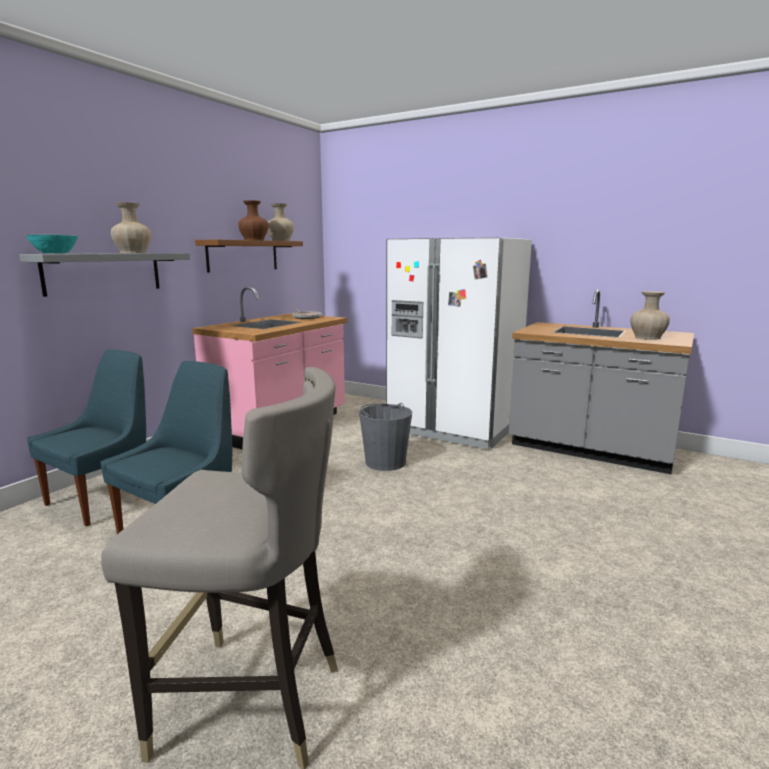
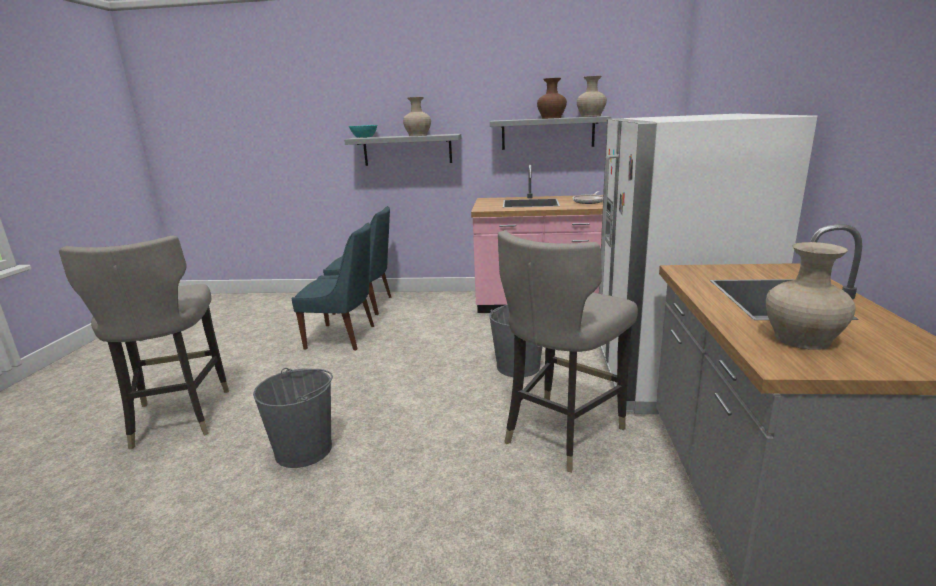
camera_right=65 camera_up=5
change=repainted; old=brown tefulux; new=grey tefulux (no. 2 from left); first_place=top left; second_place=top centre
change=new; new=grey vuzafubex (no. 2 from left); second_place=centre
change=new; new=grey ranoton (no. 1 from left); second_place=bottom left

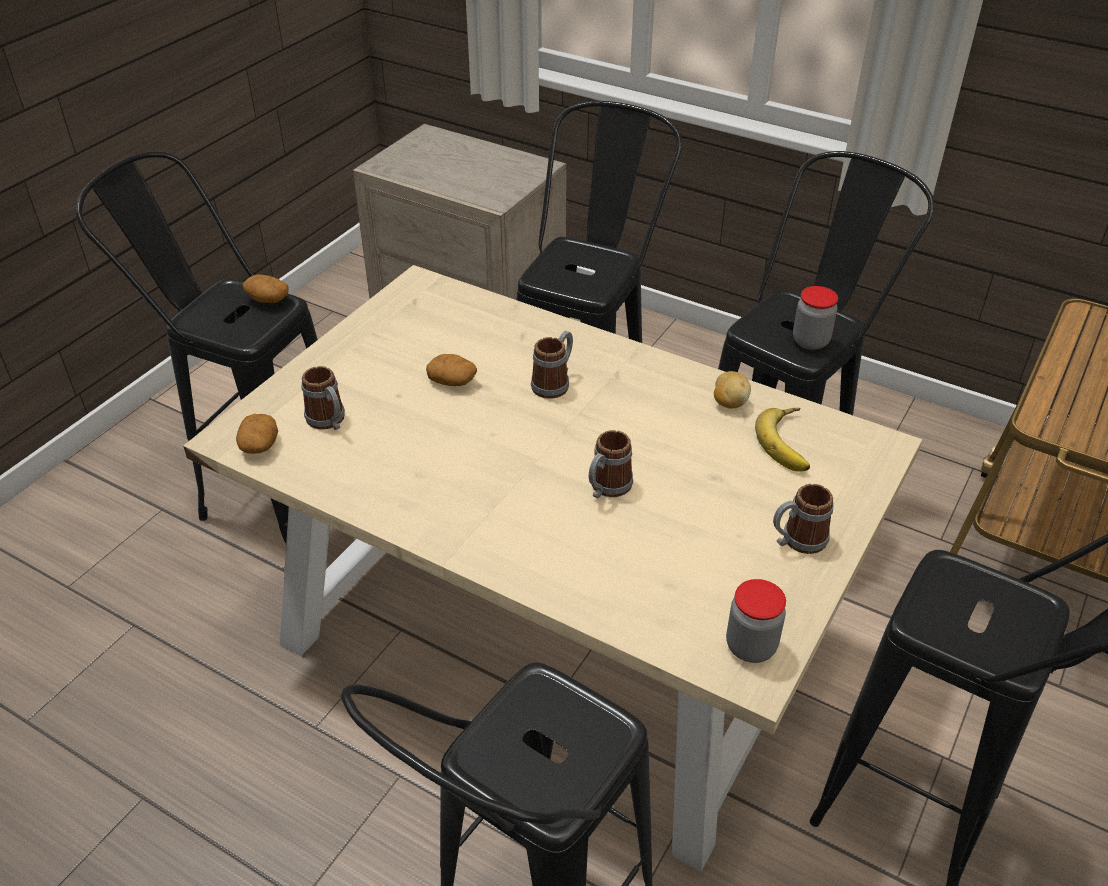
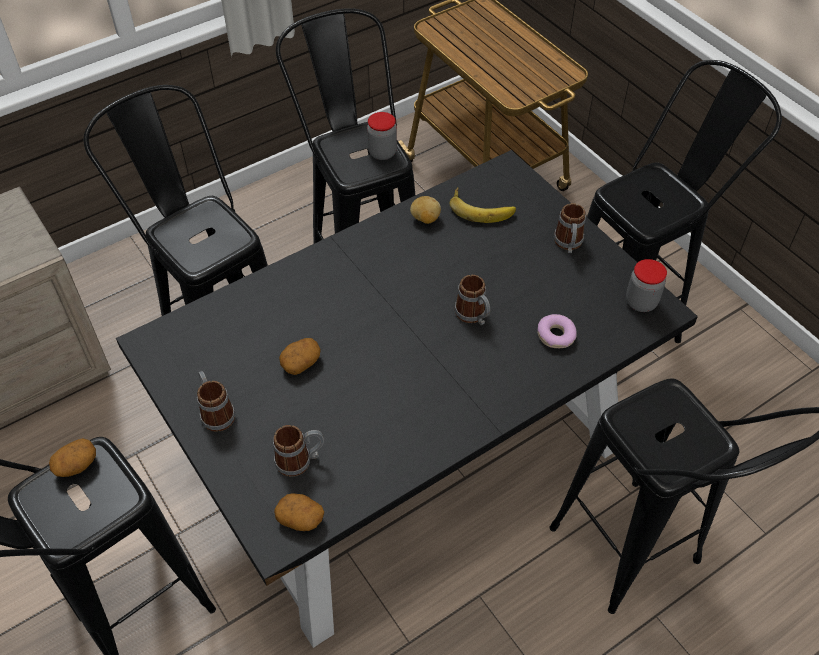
camera_right=-65 camera_up=10
change=repainted; old=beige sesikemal; new=black sesikemal; first_place=centre; second_place=centre
change=shifted; old=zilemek (no. 2 from left in the first image); new=zilemek (no. 1 from left); first_place=centre; second_place=middle left
change=new; new=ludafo; second_place=middle right

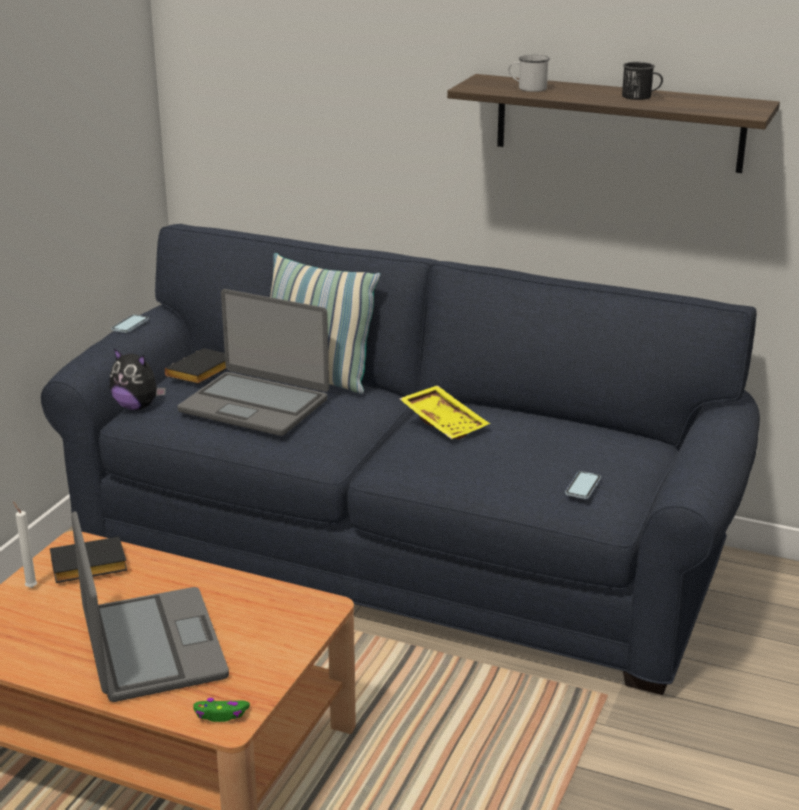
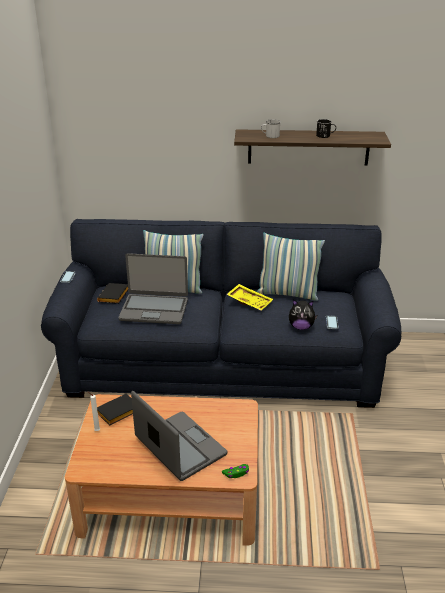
camera_right=-20 camera_up=5
change=shifted; old=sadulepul; first_place=middle left; second_place=middle right
change=new; new=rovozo (no. 2 from left); second_place=centre

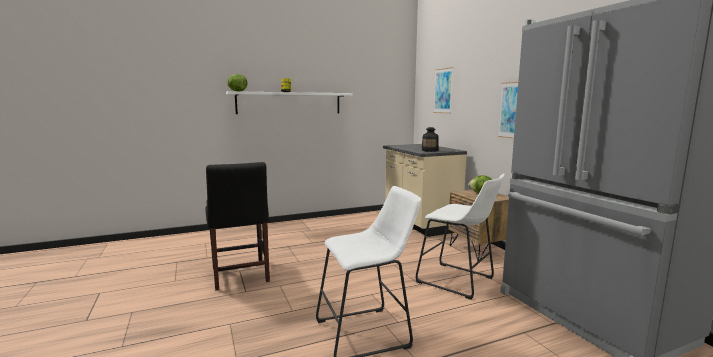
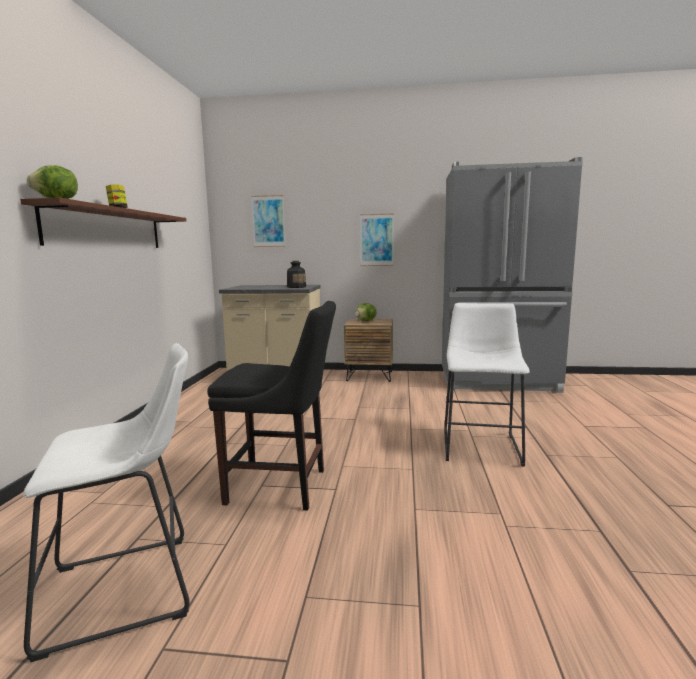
camera_right=-60 camera_up=0
change=repainted; old=white tefulux; new=brown tefulux; first_place=top centre; second_place=top left
change=shifted; old=white vuzafubex (no. 2 from left in the first image); new=white vuzafubex (no. 1 from left); first_place=centre; second_place=bottom left

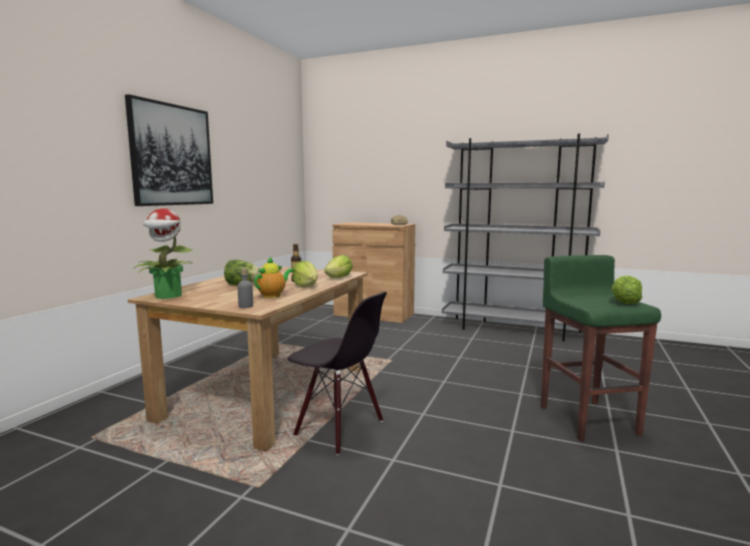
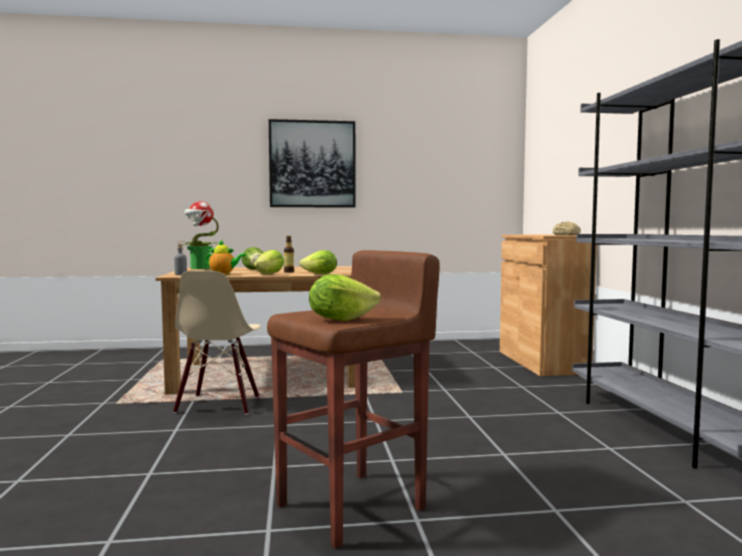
camera_right=60 camera_up=-5
change=repainted; old=green vuzafubex; new=brown vuzafubex; first_place=middle right; second_place=bottom centre
change=repainted; old=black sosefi; new=beige sosefi; first_place=bottom centre; second_place=middle left

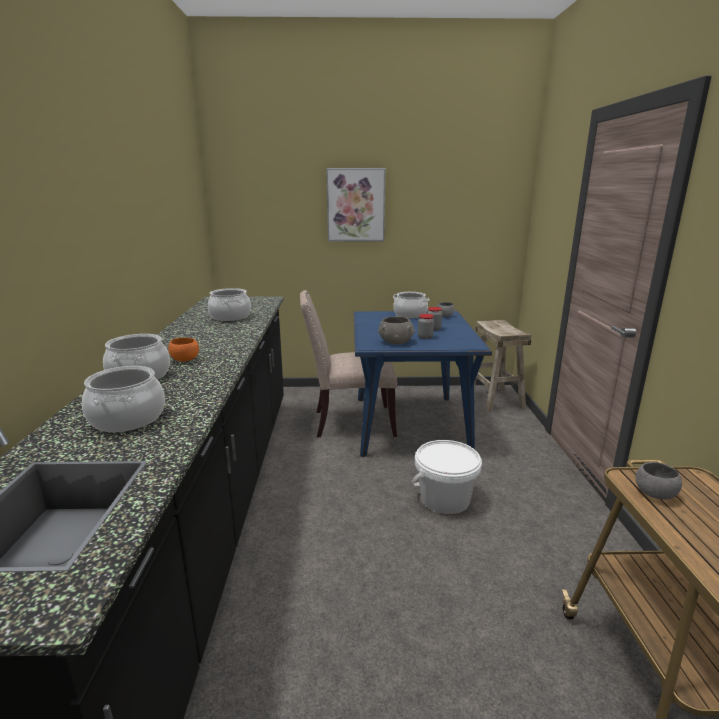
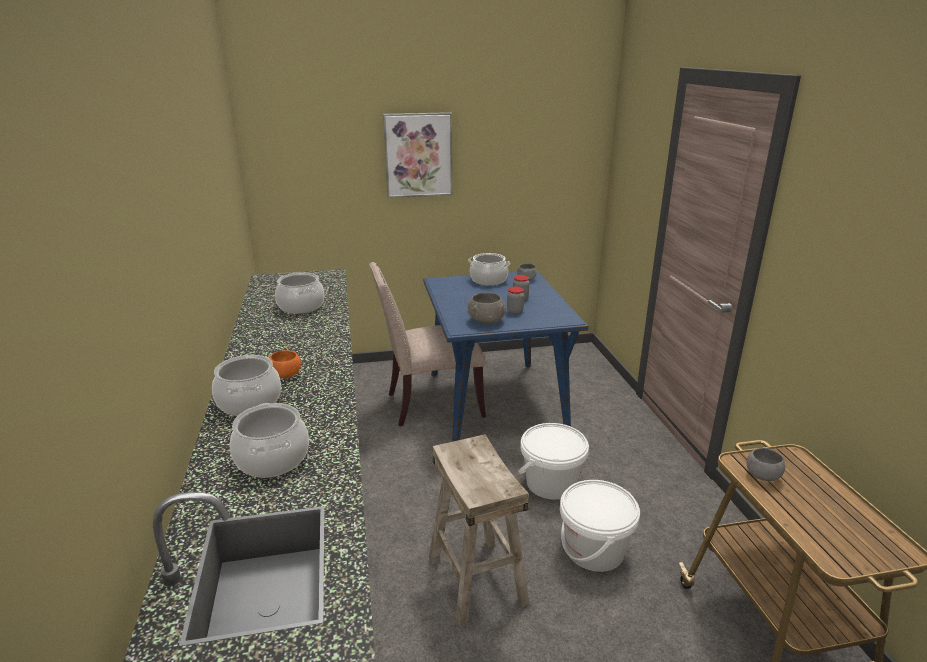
camera_right=-10 camera_up=5
change=shifted; old=beige vuzafubex; first_place=middle right; second_place=bottom centre
change=new; new=white ranoton (no. 2 from left); second_place=bottom centre

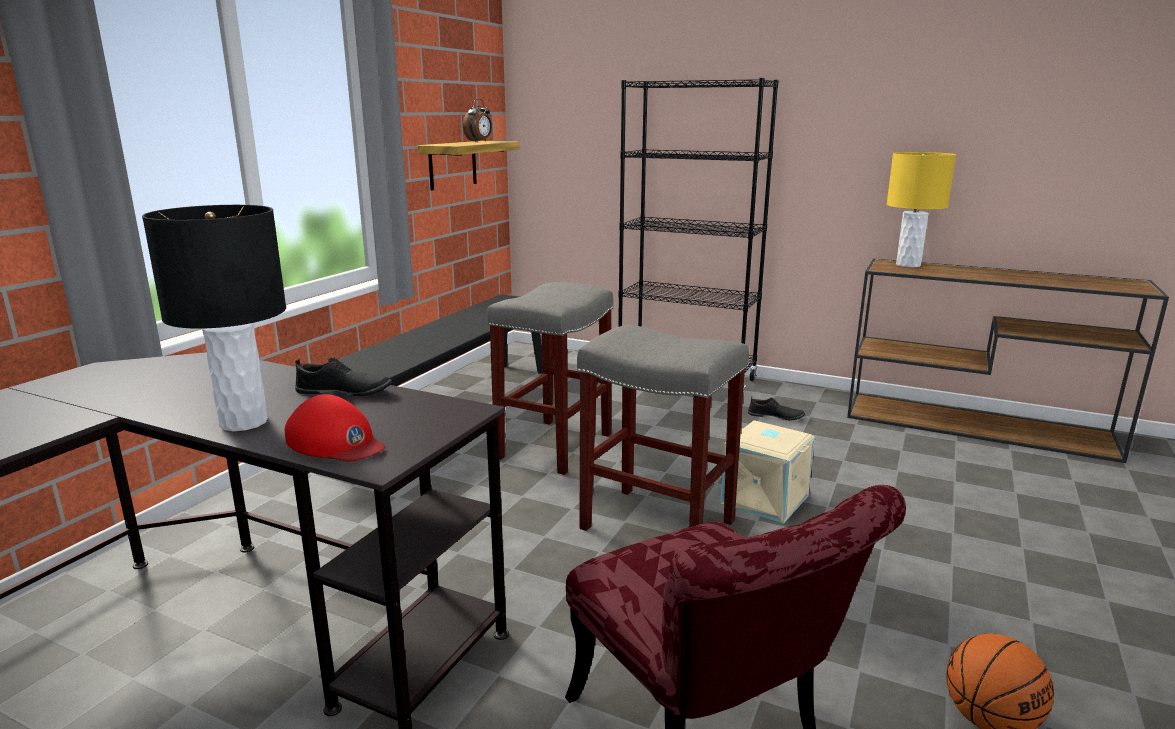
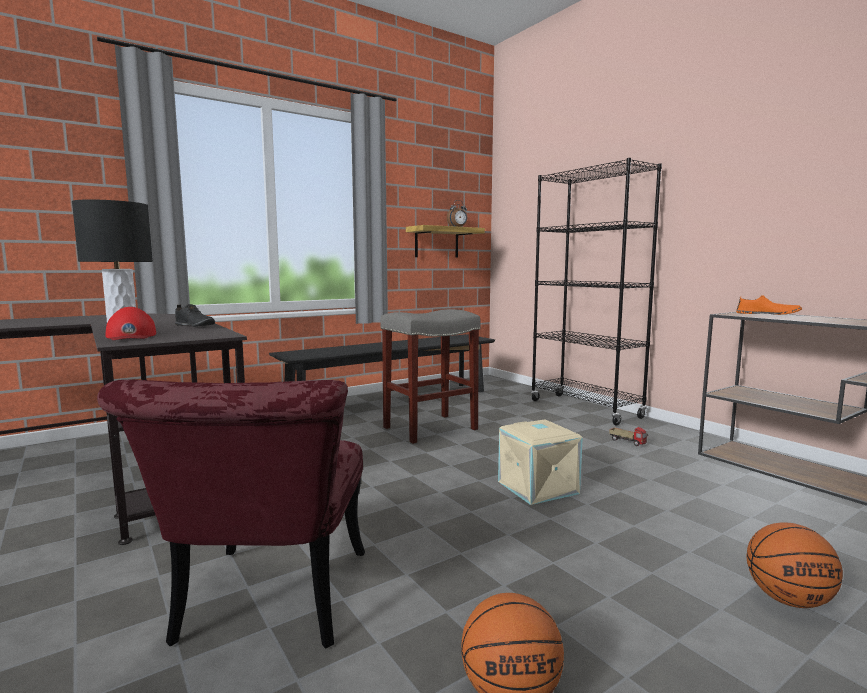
camera_right=30 camera_up=-10
change=swapped; old=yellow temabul; new=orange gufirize; first_place=top right; second_place=middle right
change=gone; old=grey vuzafubex (no. 2 from left); first_place=centre
change=swapped; old=black gufirize (no. 2 from left); new=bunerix; first_place=centre; second_place=middle right
change=new; new=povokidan (no. 2 from left); second_place=bottom right

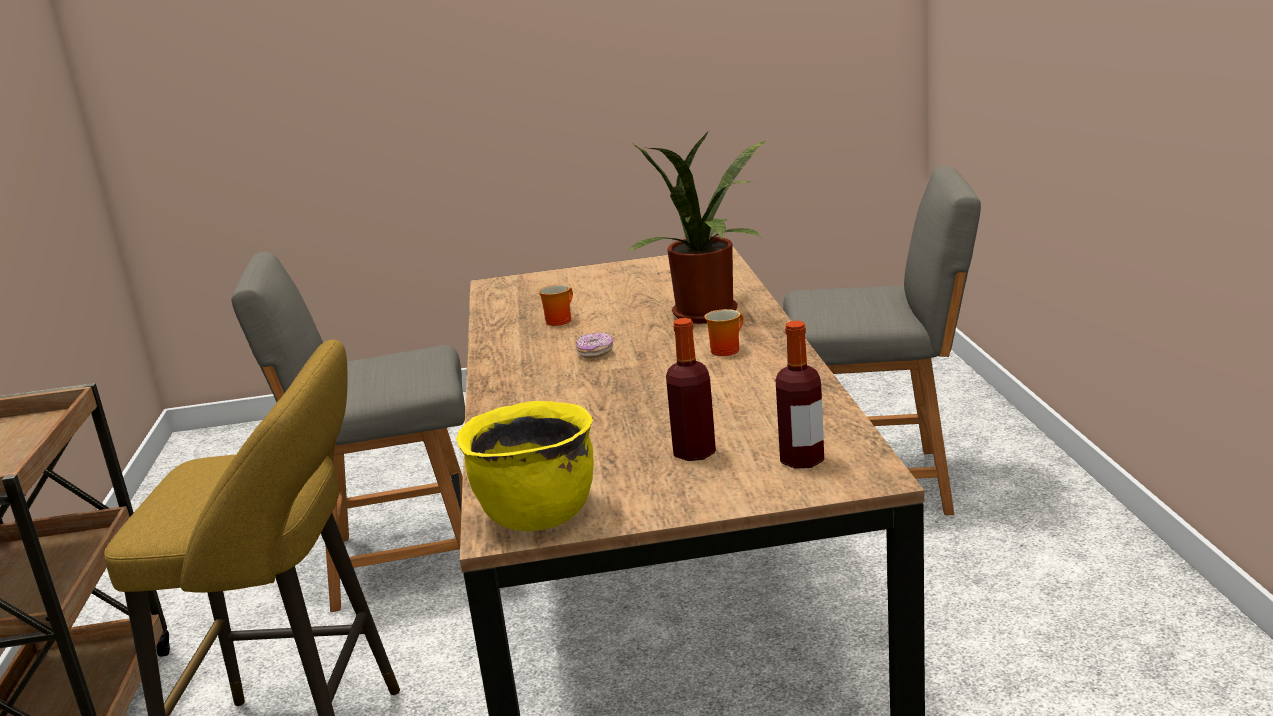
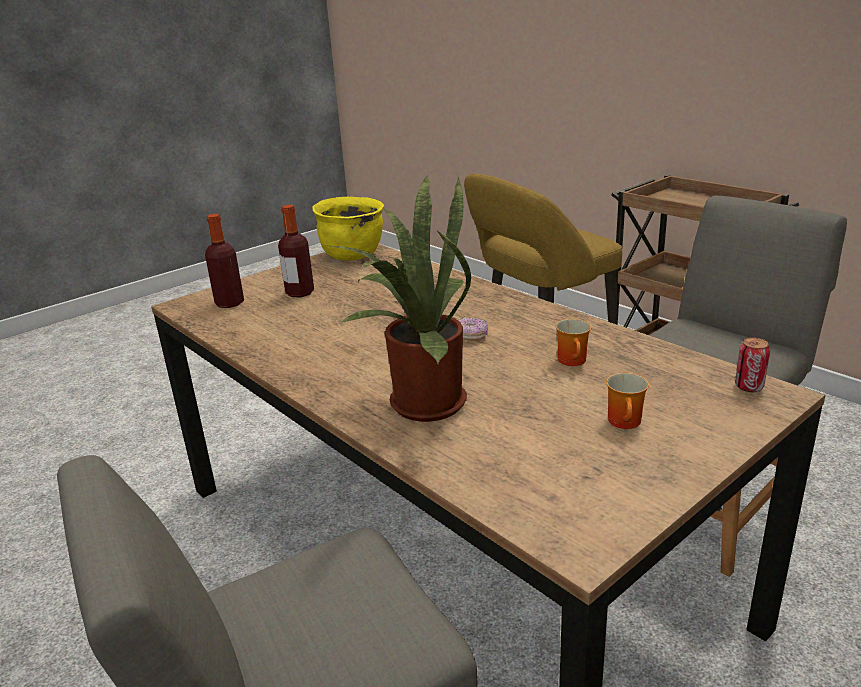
camera_right=145 camera_up=5
change=shifted; old=zilemek (no. 2 from left); first_place=centre; second_place=middle right
change=new; new=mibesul; second_place=middle right

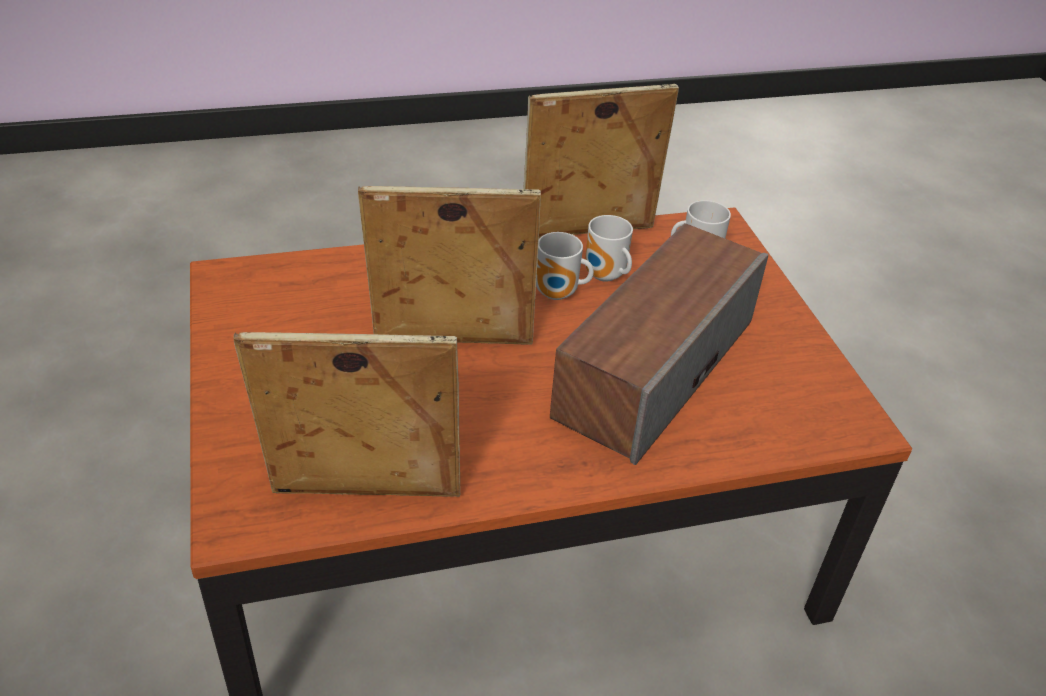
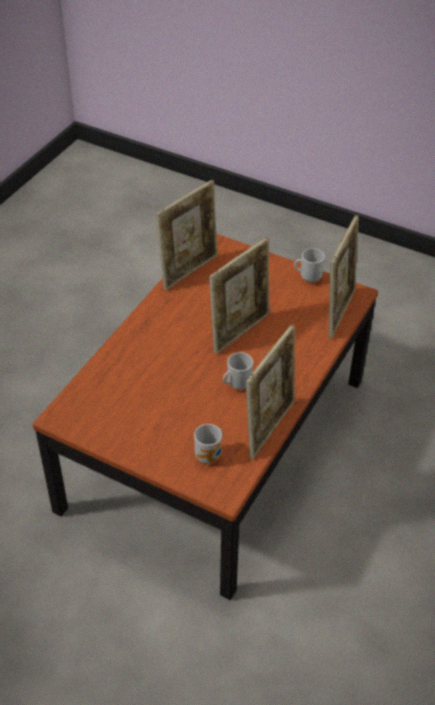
camera_right=135 camera_up=5
change=shifted; old=zilemek (no. 2 from left in the first image); new=zilemek (no. 3 from left); first_place=centre; second_place=middle right
change=gone; old=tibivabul; first_place=centre
change=new; new=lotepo (no. 4 from left); second_place=middle right

